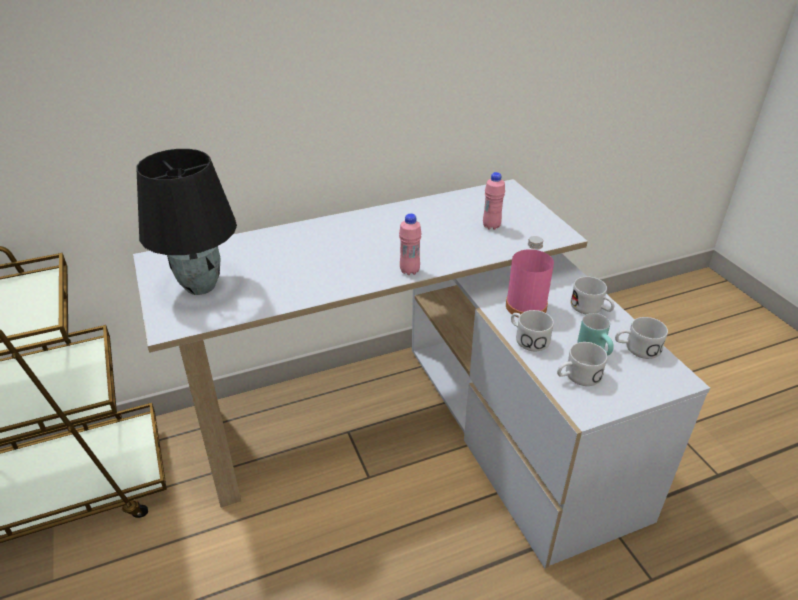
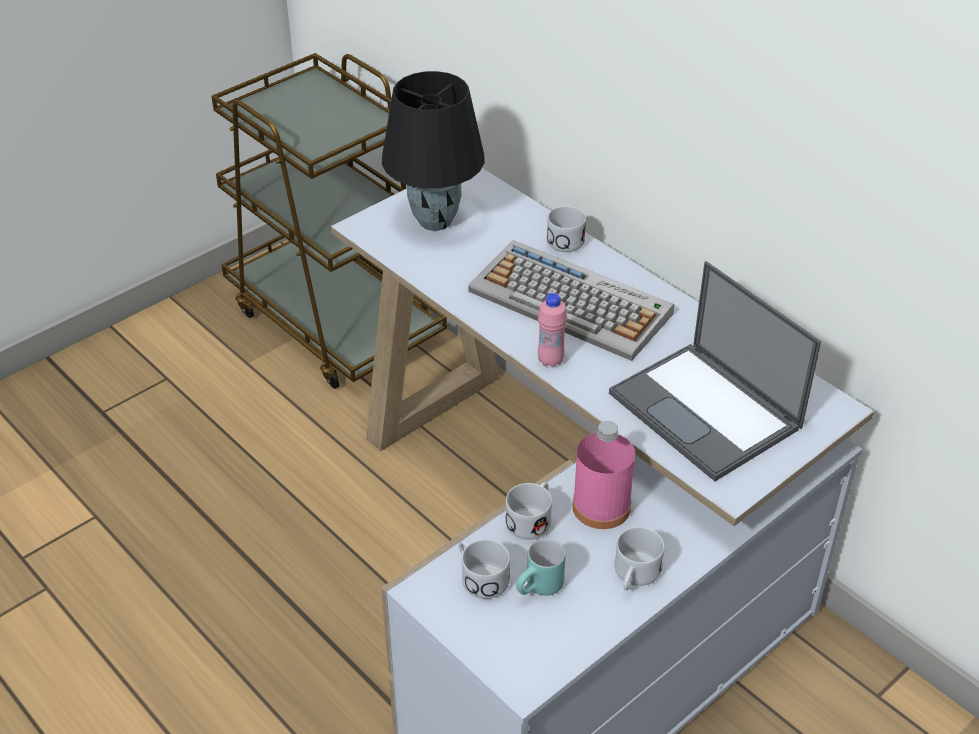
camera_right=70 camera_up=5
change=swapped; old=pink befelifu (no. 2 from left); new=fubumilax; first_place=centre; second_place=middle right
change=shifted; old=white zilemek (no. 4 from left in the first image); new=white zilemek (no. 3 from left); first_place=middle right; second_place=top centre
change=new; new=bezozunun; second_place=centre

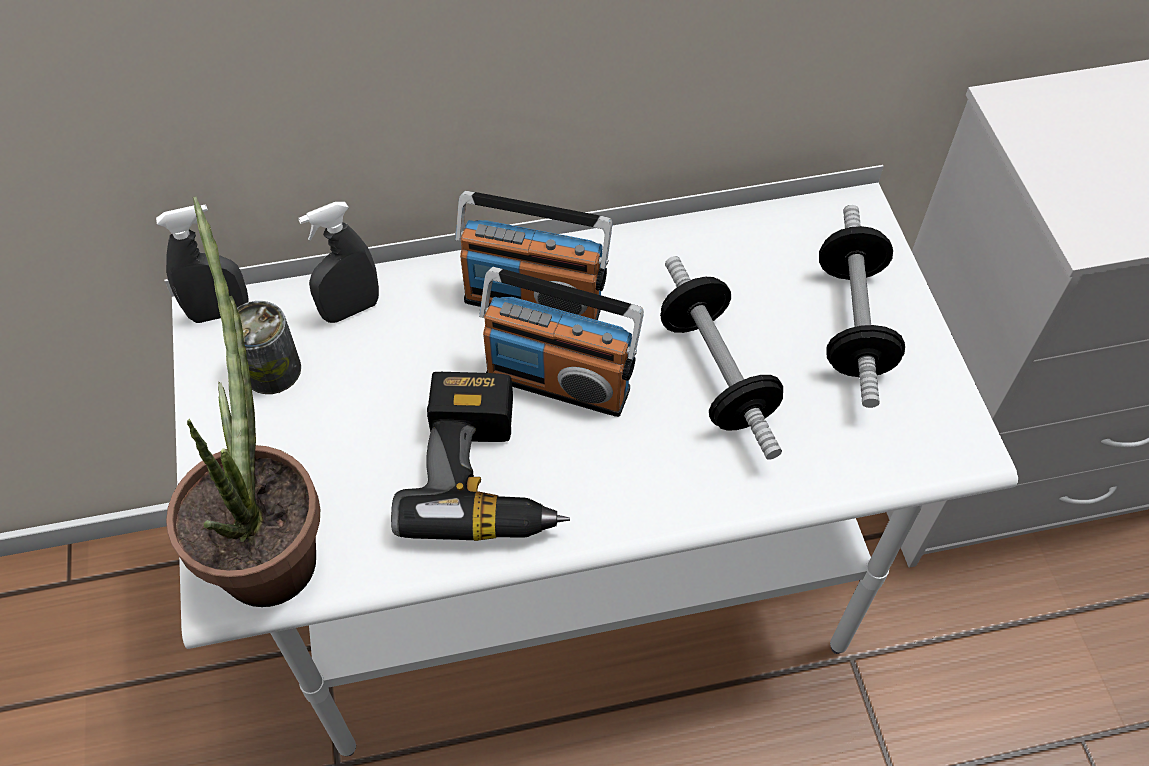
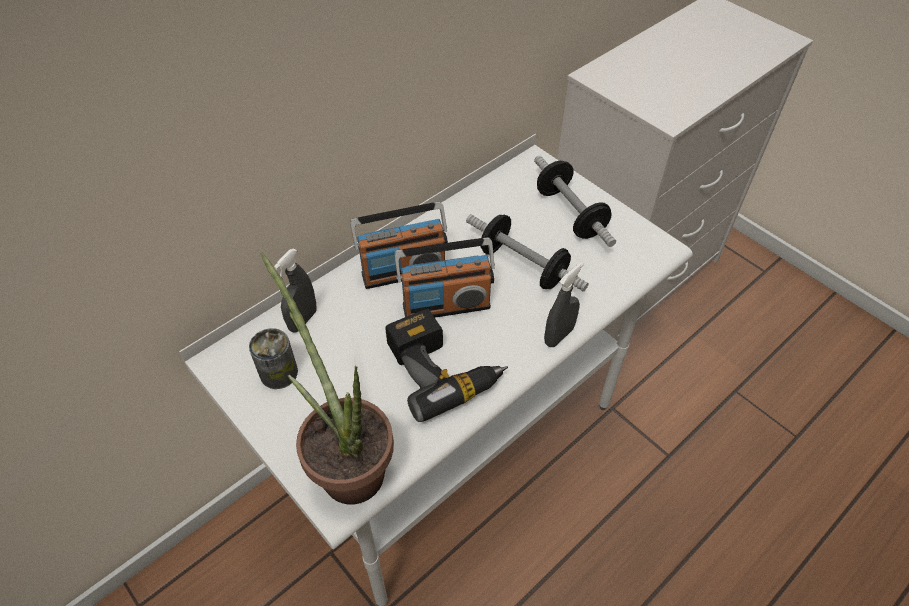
camera_right=-30 camera_up=-5
change=shifted; old=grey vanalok (no. 1 from left in the first image); new=grey vanalok (no. 2 from left); first_place=middle left; second_place=centre

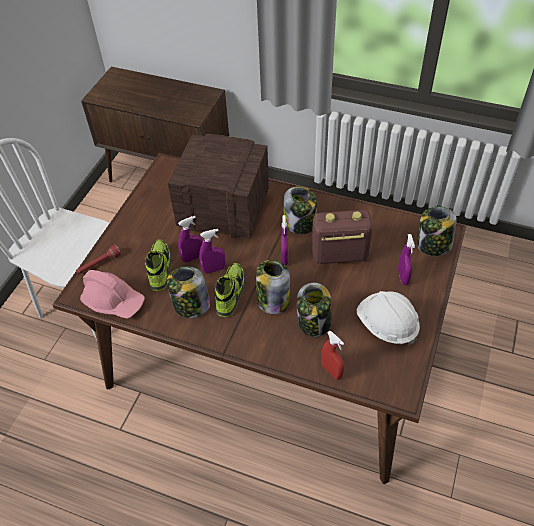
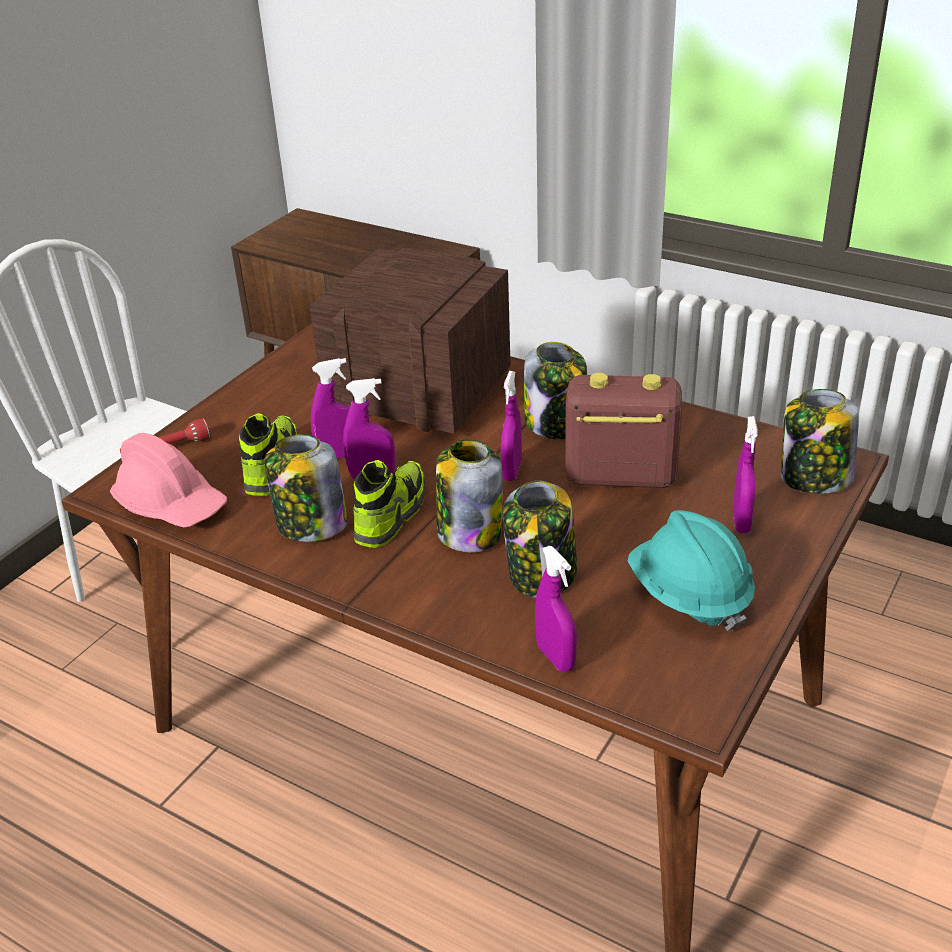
camera_right=10 camera_up=-15
change=repainted; old=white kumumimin; new=turquoise kumumimin; first_place=middle right; second_place=middle right
change=repainted; old=red vanalok; new=purple vanalok (no. 4 from left); first_place=bottom centre; second_place=centre

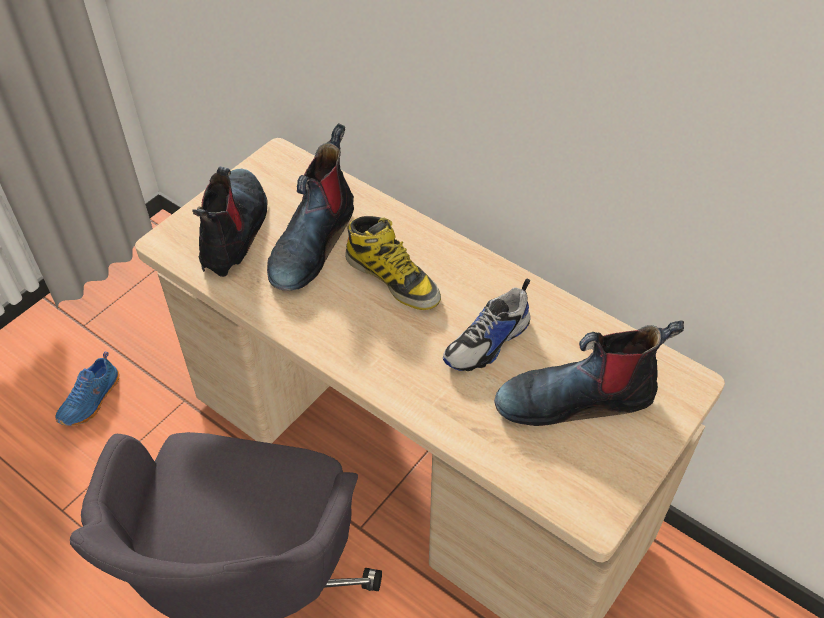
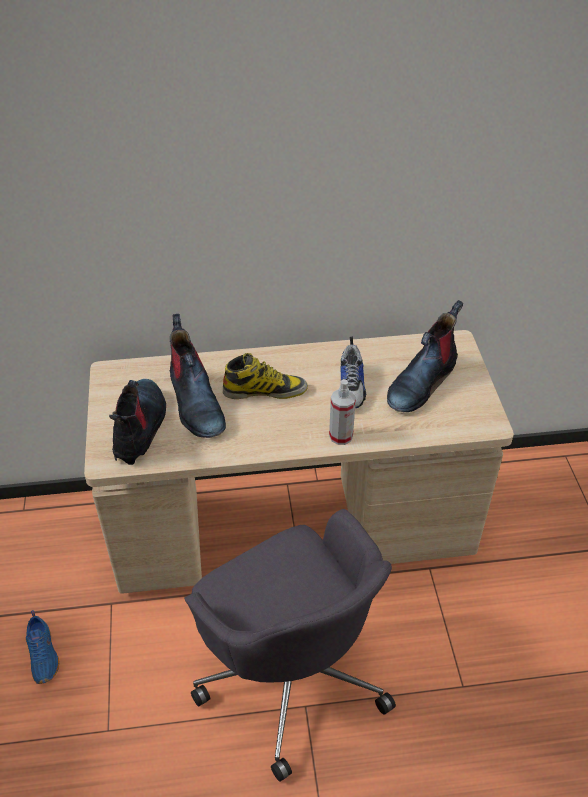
camera_right=-45 camera_up=-5
change=rotated; old=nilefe (no. 1 from left); first_place=middle left; second_place=middle left; degrees=45
change=new; new=vanalok; second_place=centre

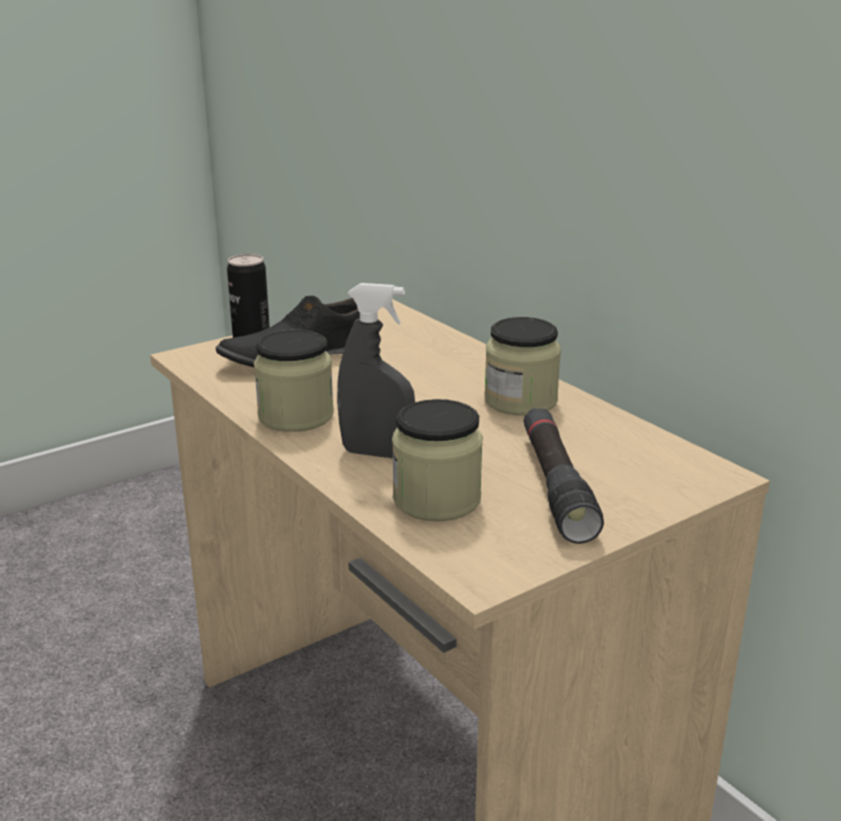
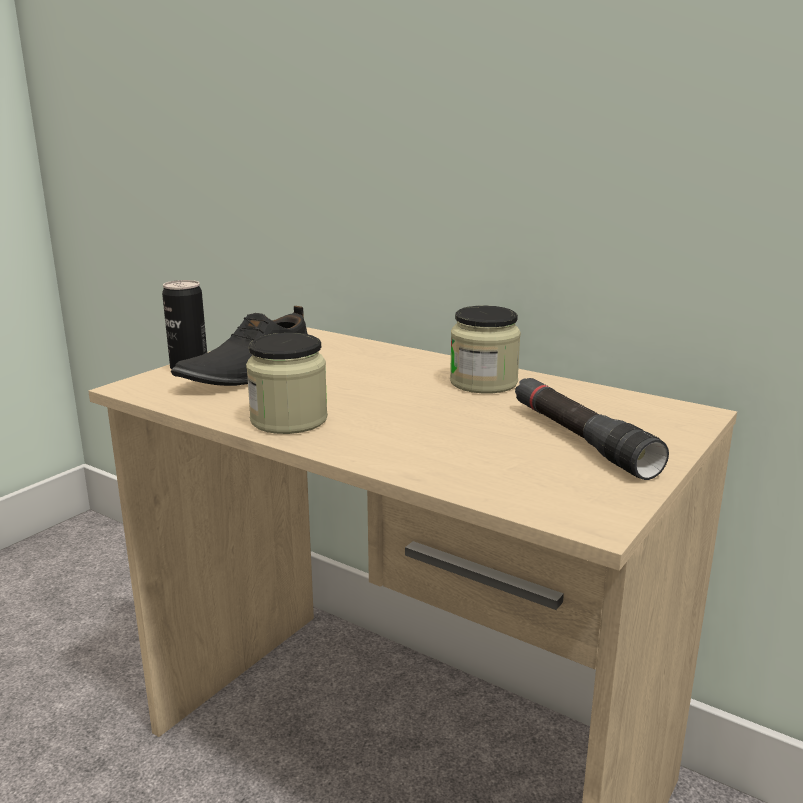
camera_right=-20 camera_up=-5
change=gone; old=grey vanalok; first_place=centre
change=gone; old=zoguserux (no. 2 from left); first_place=centre

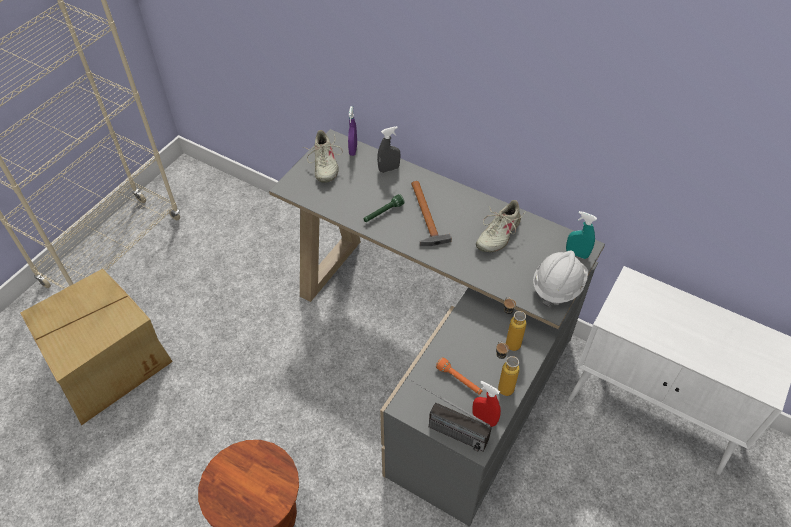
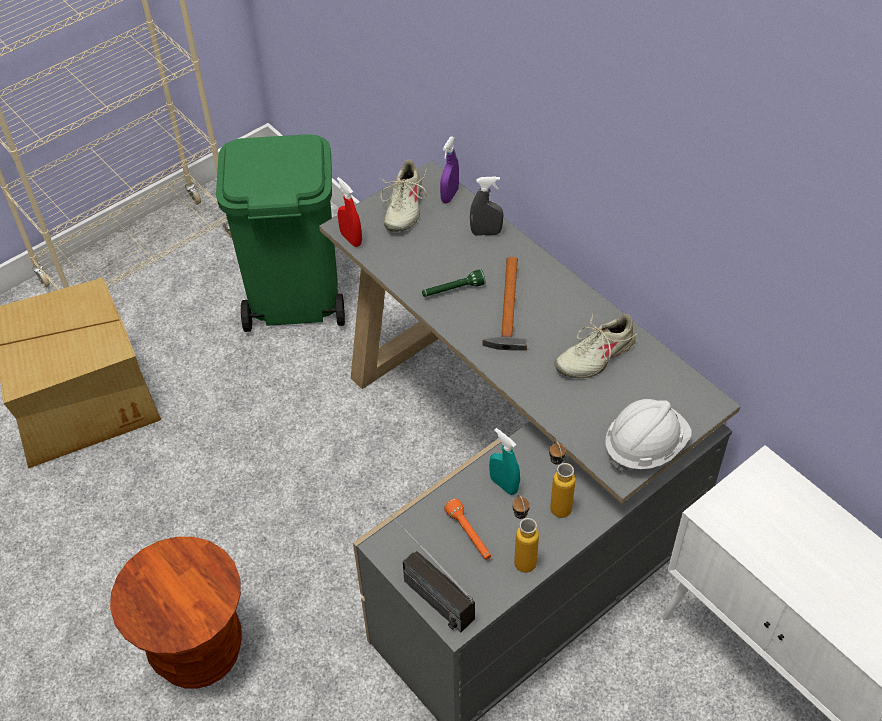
camera_right=20 camera_up=0
change=shifted; old=turquoise vanalok; first_place=middle right; second_place=centre
change=shifted; old=red vanalok; first_place=bottom centre; second_place=top centre
change=new; new=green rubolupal; second_place=top left

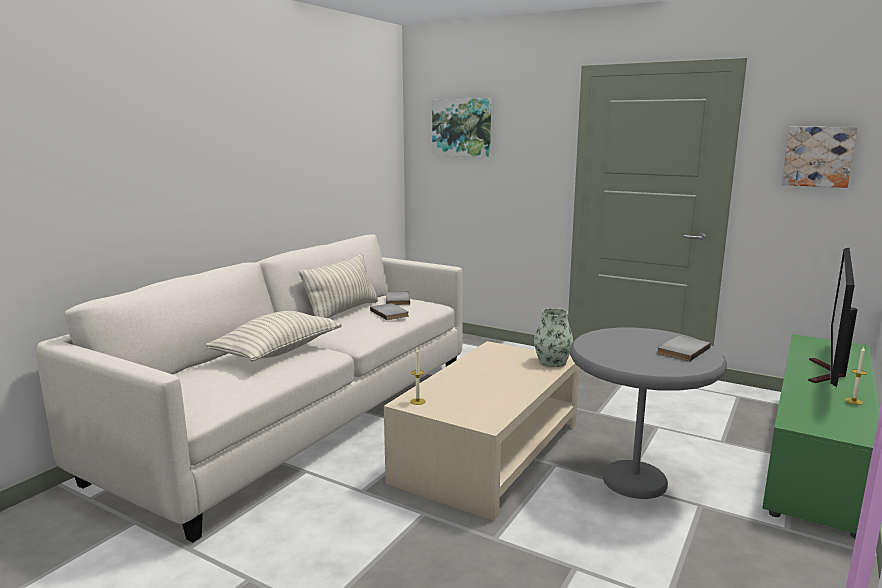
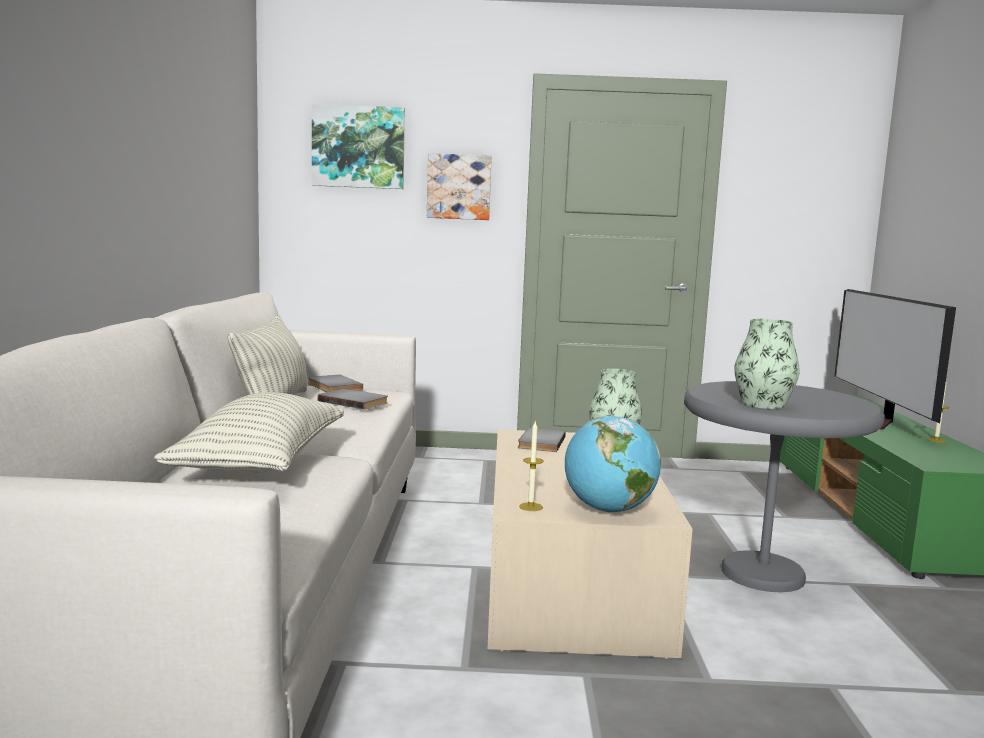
camera_right=-30 camera_up=-5
change=shifted; old=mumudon (no. 2 from left); first_place=top right; second_place=top centre
change=shifted; old=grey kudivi (no. 3 from left); first_place=middle right; second_place=centre
change=new; new=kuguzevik (no. 2 from left); second_place=middle right
change=new; new=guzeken; second_place=centre

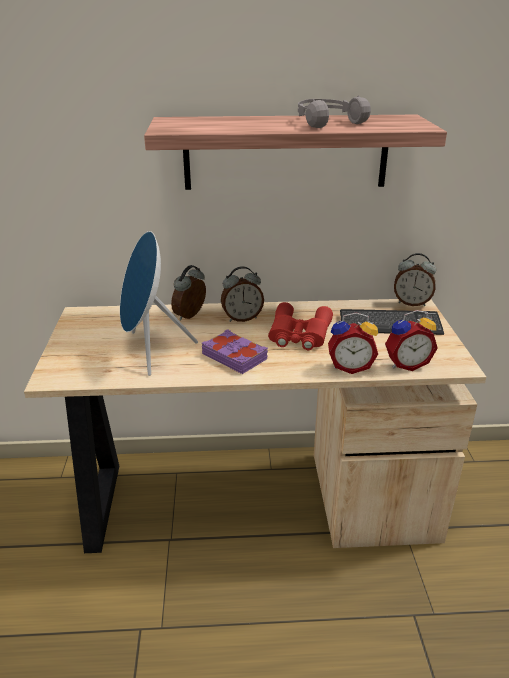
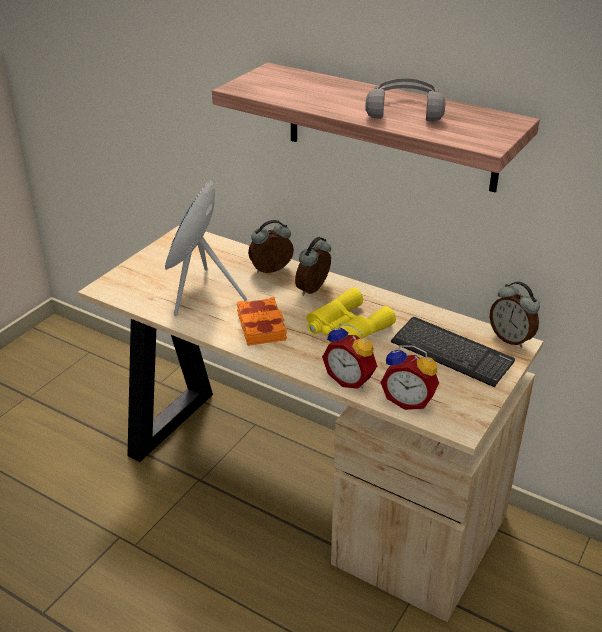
camera_right=35 camera_up=5
change=rotated; old=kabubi (no. 2 from left); first_place=centre; second_place=centre; degrees=105
change=repainted; old=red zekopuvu; new=yellow zekopuvu; first_place=centre; second_place=centre
change=repainted; old=purple kudivi; new=orange kudivi; first_place=centre; second_place=centre

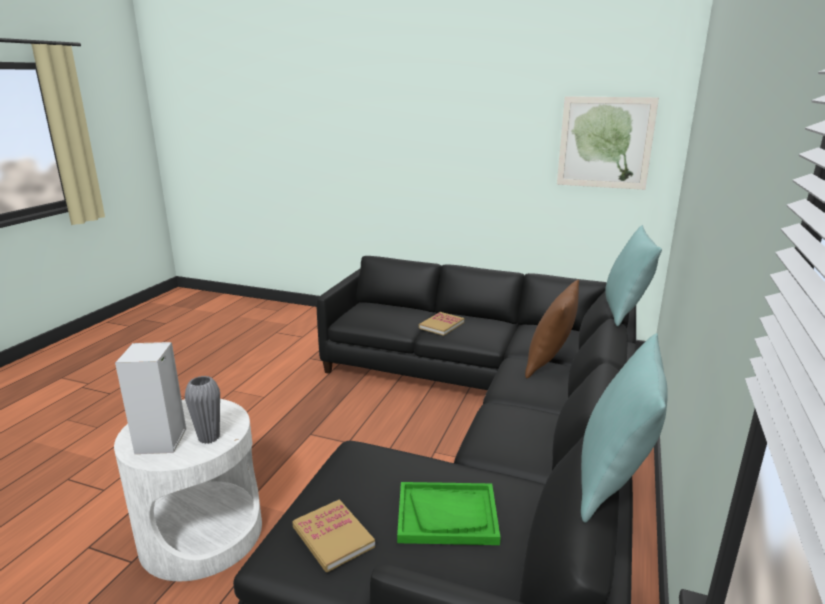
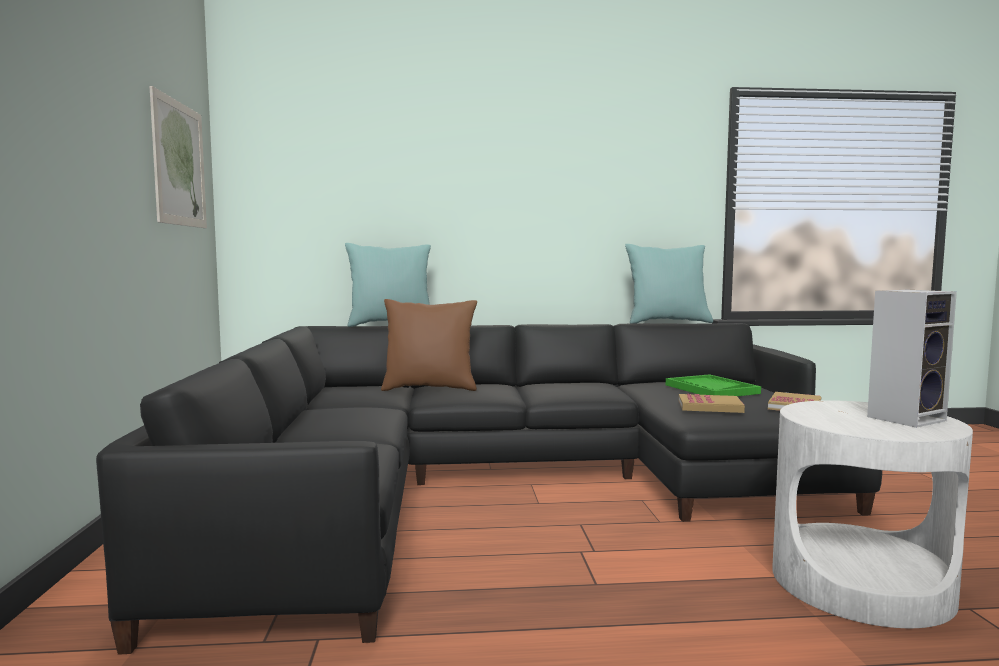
camera_right=-115 camera_up=-15
change=shifted; old=kudivi (no. 2 from left in the first image); new=kudivi (no. 1 from left); first_place=centre; second_place=middle right
change=gone; old=grey kuguzevik; first_place=bottom left

